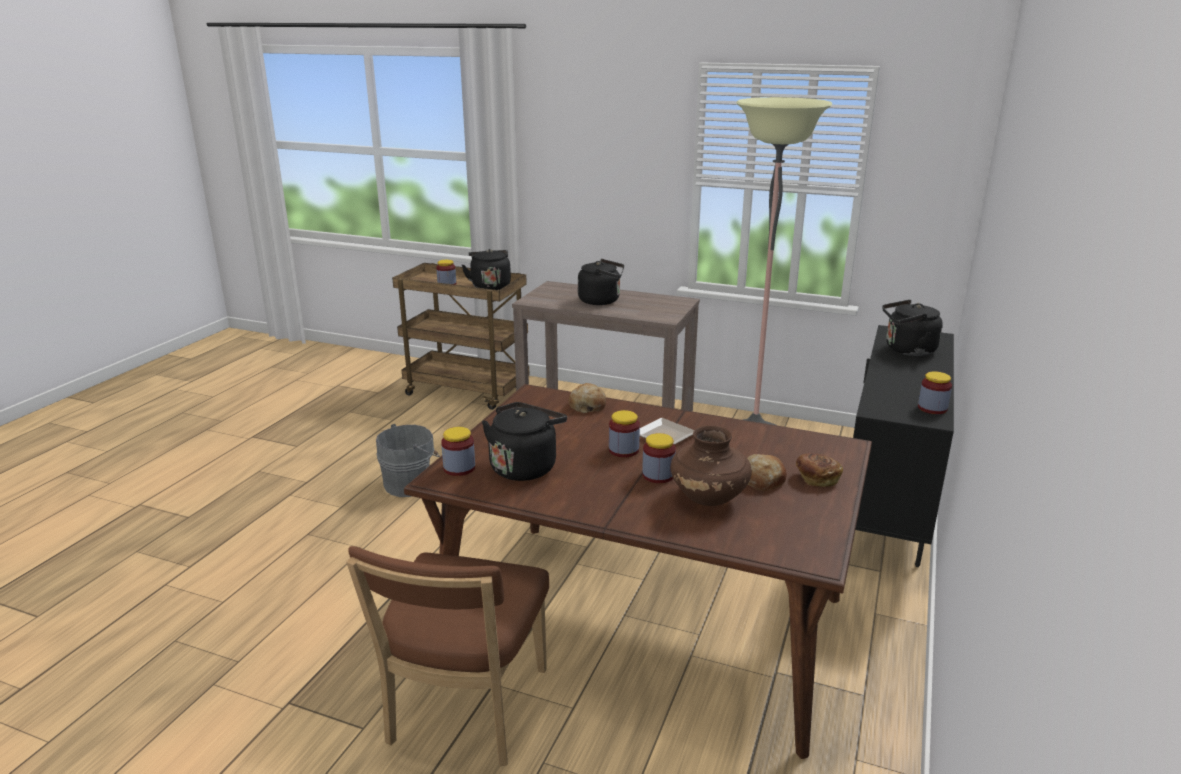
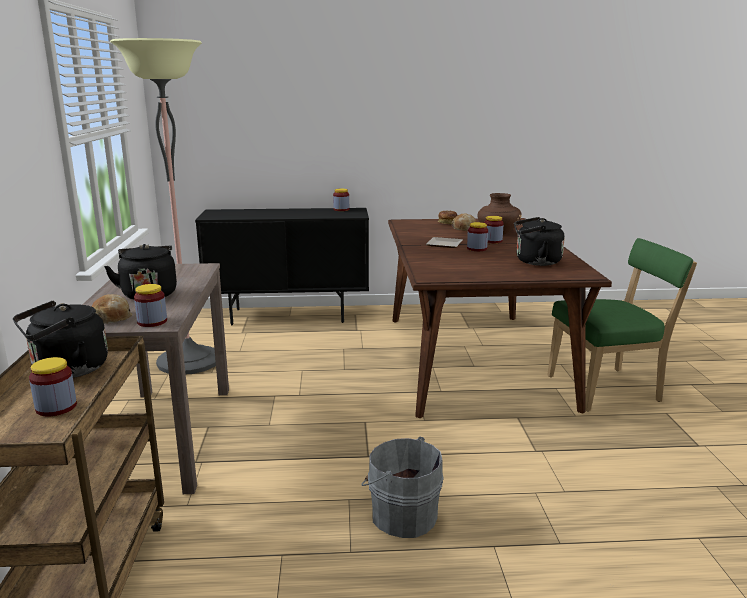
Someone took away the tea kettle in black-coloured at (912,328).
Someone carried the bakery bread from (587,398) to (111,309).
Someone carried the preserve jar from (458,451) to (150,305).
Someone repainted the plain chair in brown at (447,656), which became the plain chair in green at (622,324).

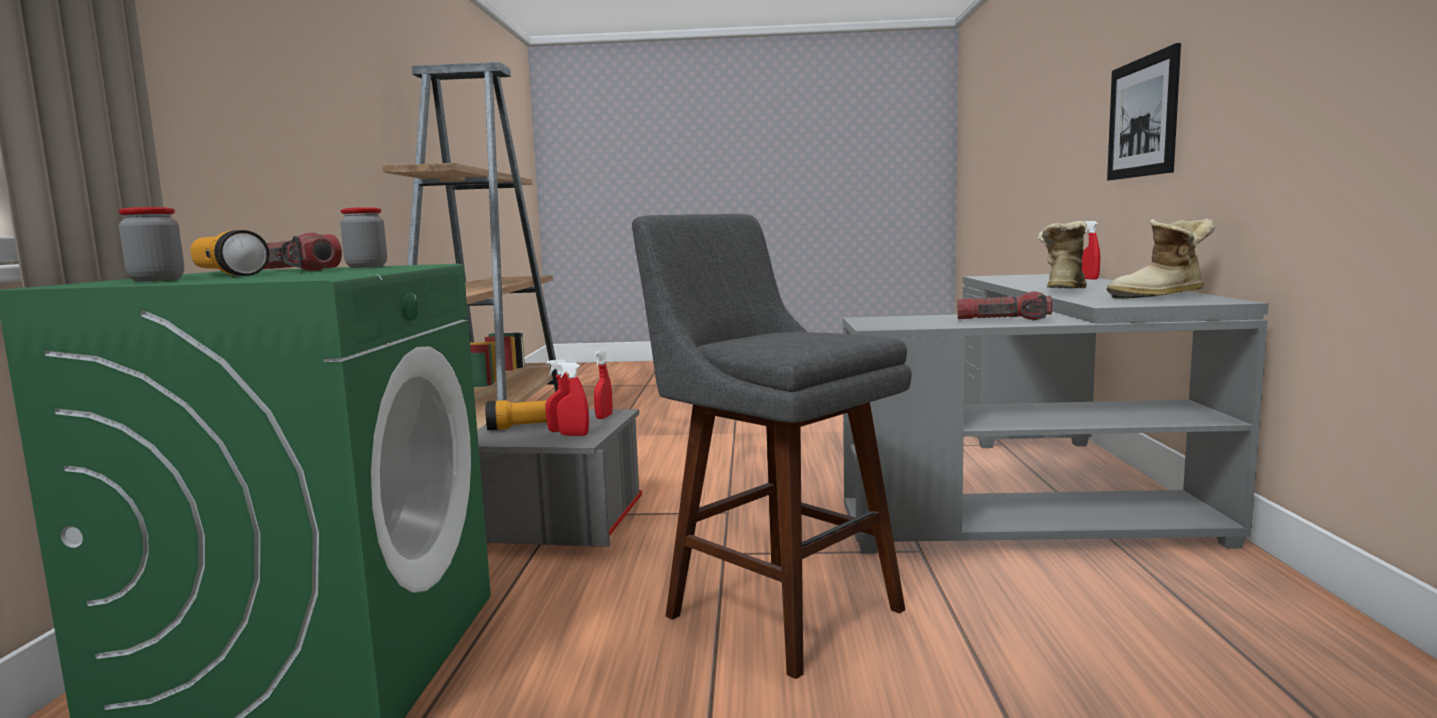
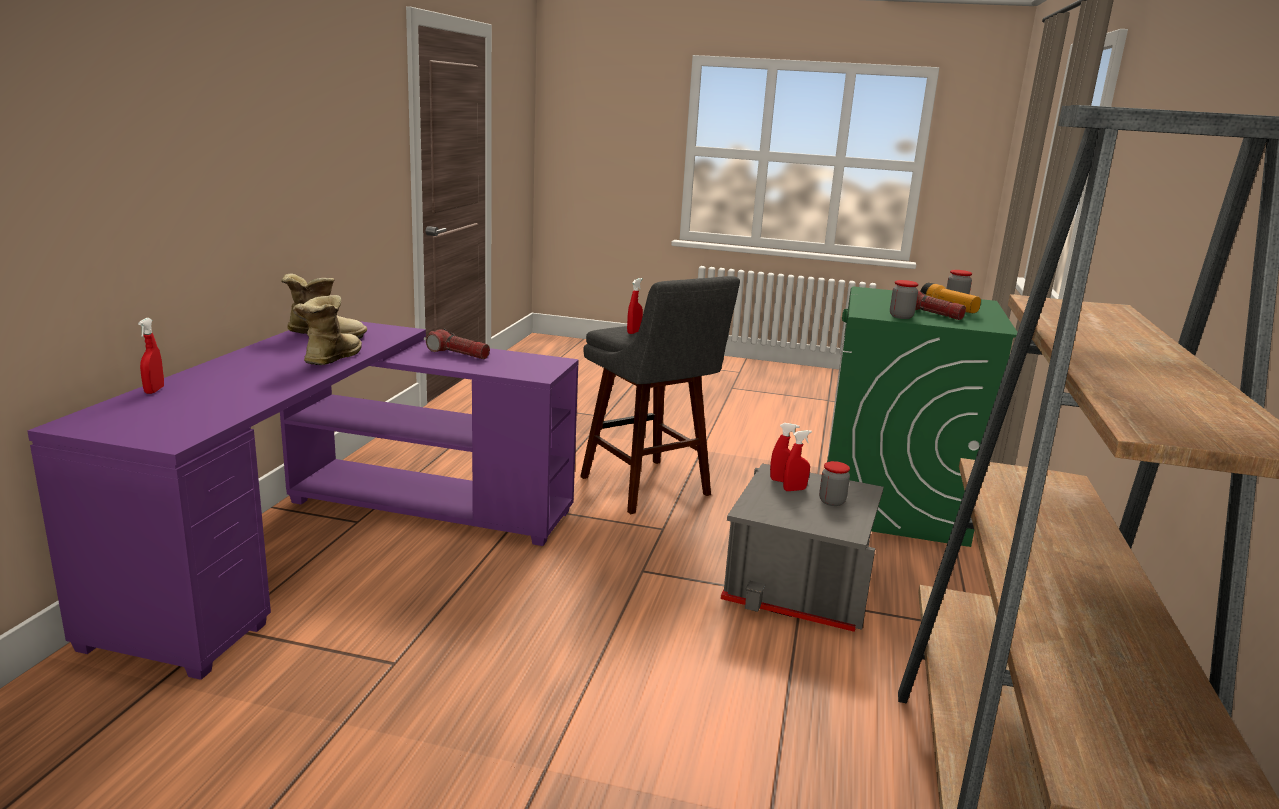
Someone took away the wall picture at (1144,111).
Someone rotated the tall boot at (1062,255) by 150 degrees clockwise.
Someone repainted the desk in grey at (1056,414), which became the desk in purple at (303,500).
Someone carried the spray bottle in red from (603,384) to (635,306).
Someone swapped the hand torch at (516,415) for the preserve jar at (834,483).

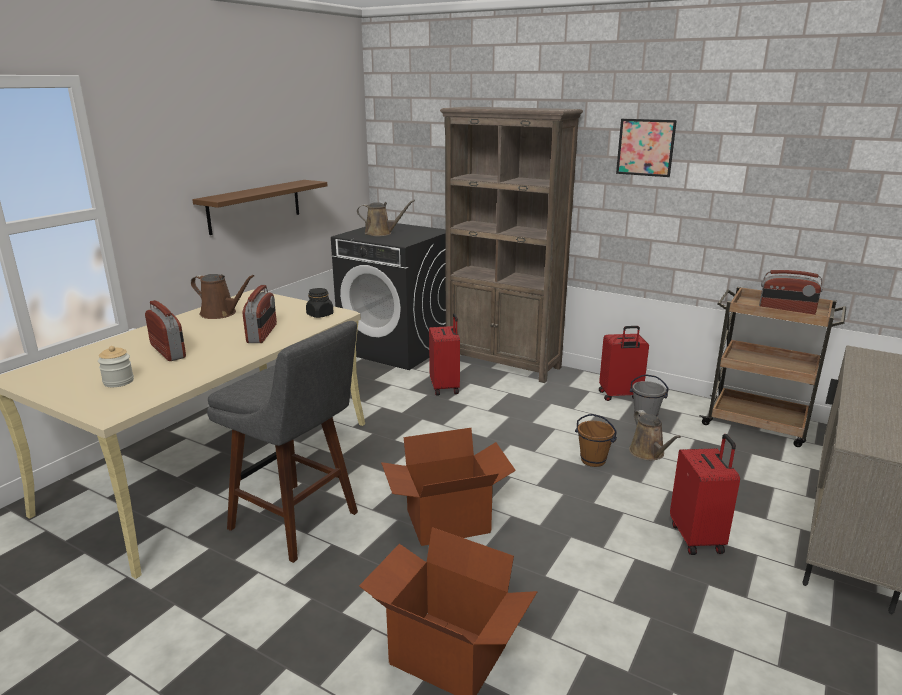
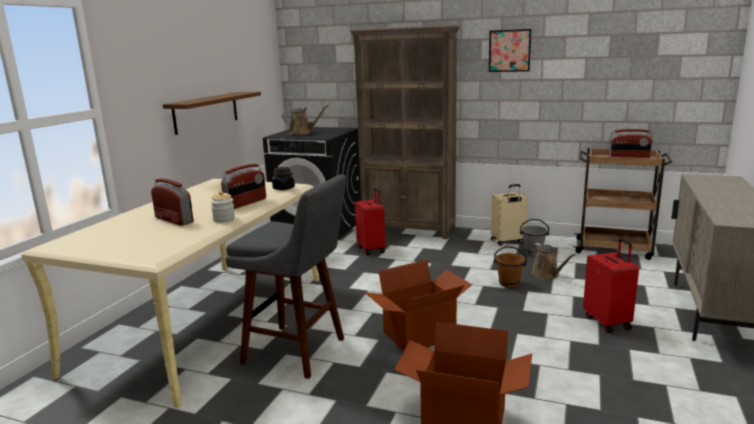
Someone took away the watering pot in brown at (222,296).
Someone rotated the radio at (260,314) by 45 degrees clockwise.
Someone repainted the piece of luggage in red at (624,363), which became the piece of luggage in beige-coloured at (509,215).
Someone carried the preserve jar from (116,366) to (223,206).

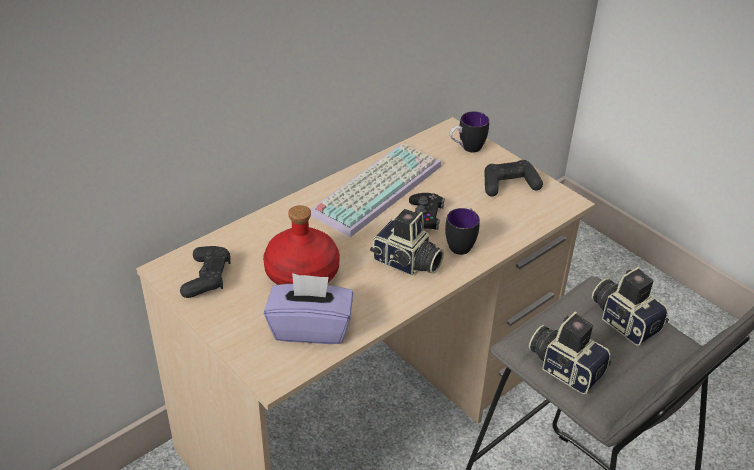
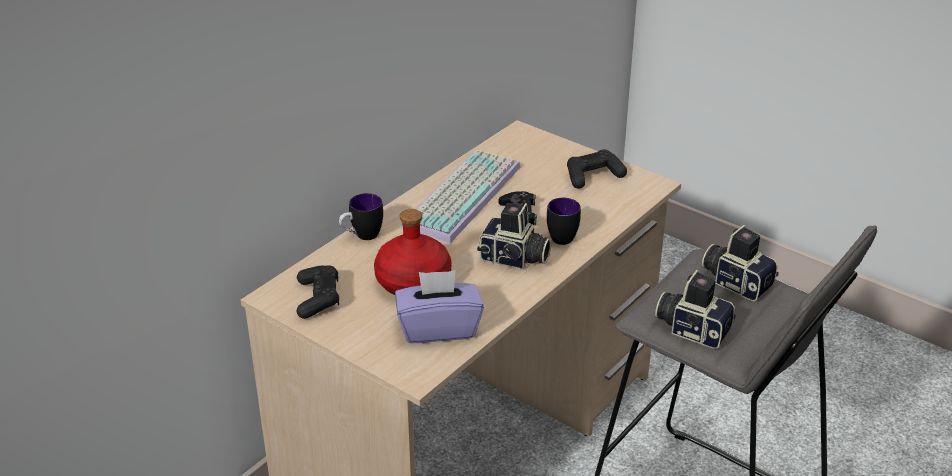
Someone carried the tea mug from (469,132) to (361,216).

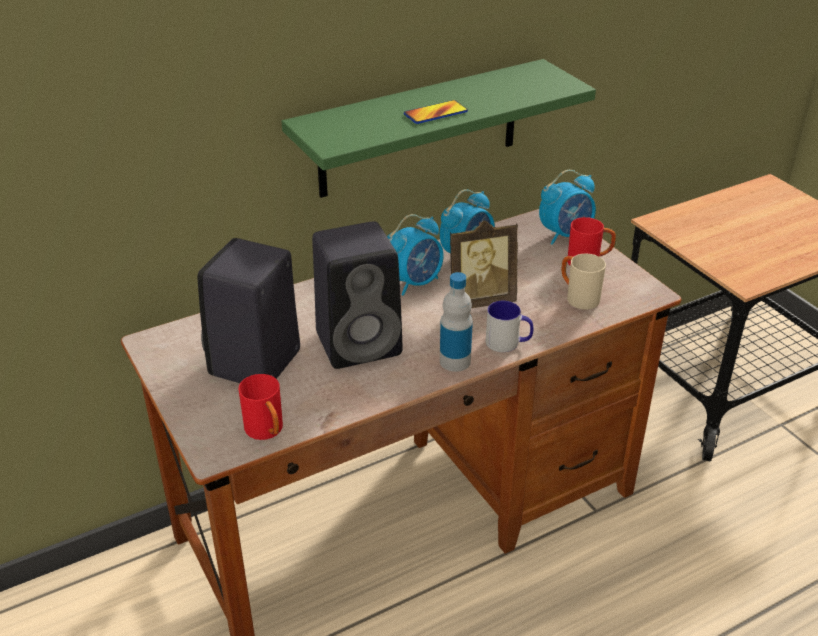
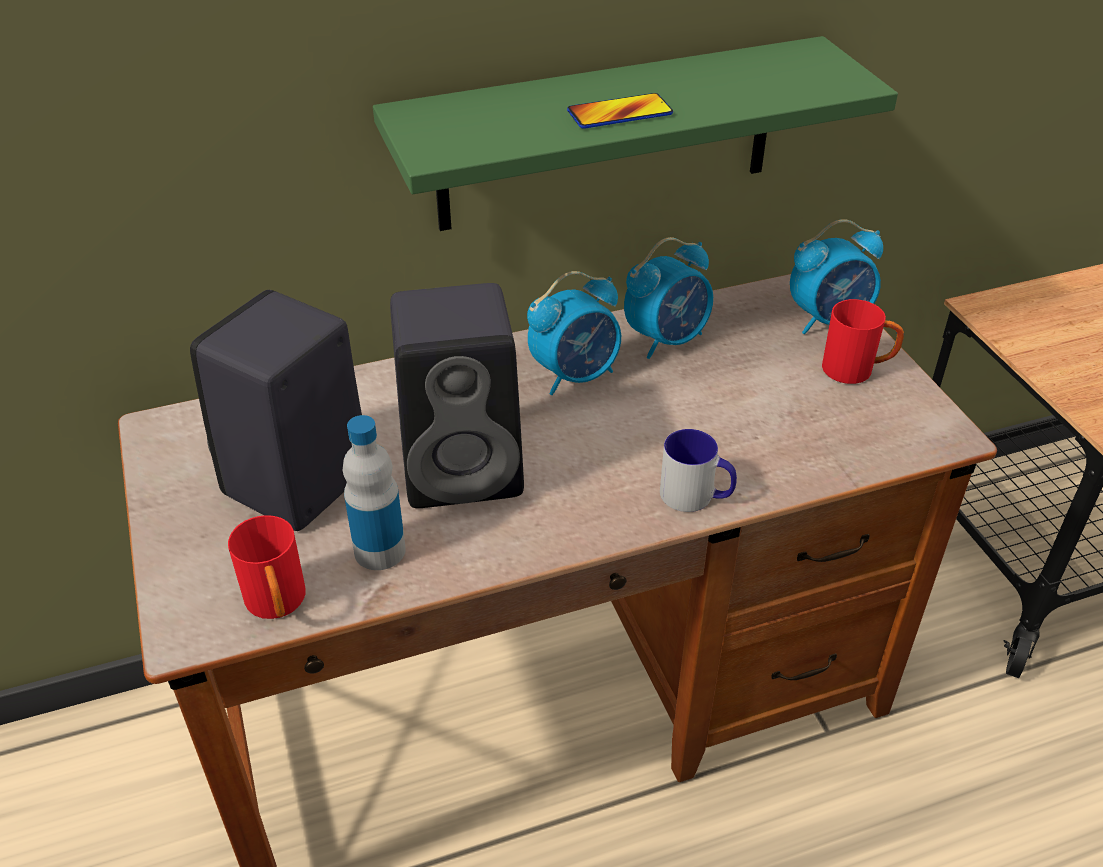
Someone took away the standing frame at (484,264).
Someone took away the tea mug in beige-coloured at (583,282).
Someone carried the beverage bottle from (456,322) to (374,492).

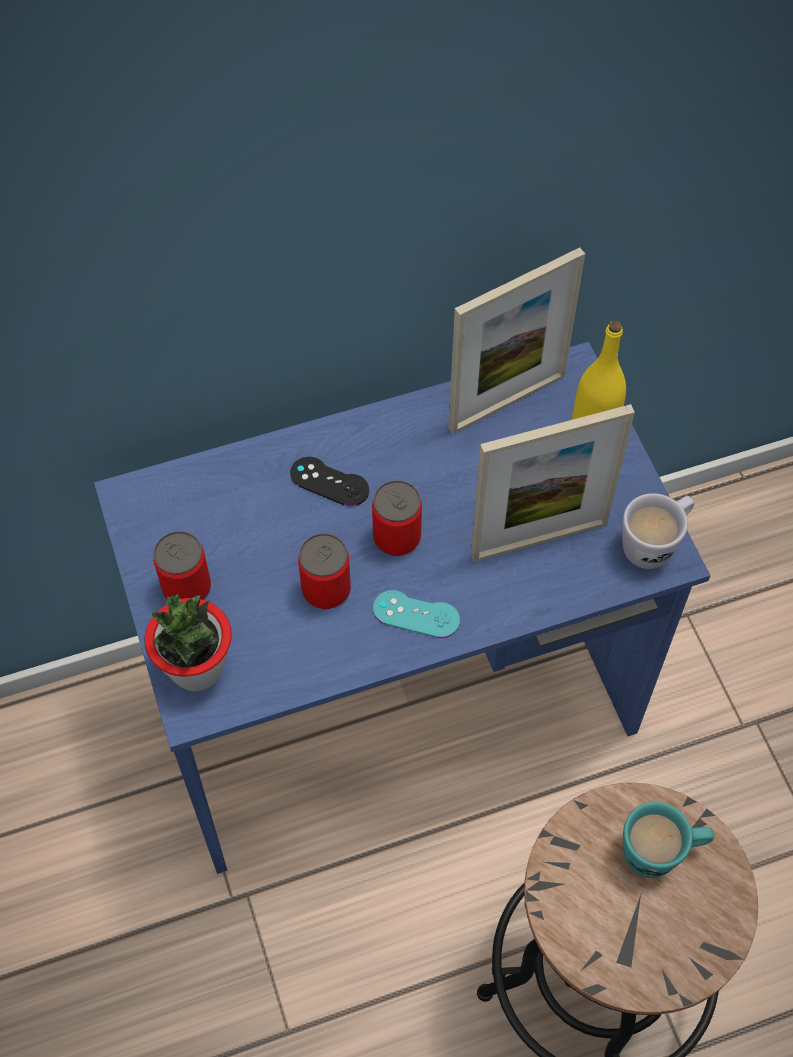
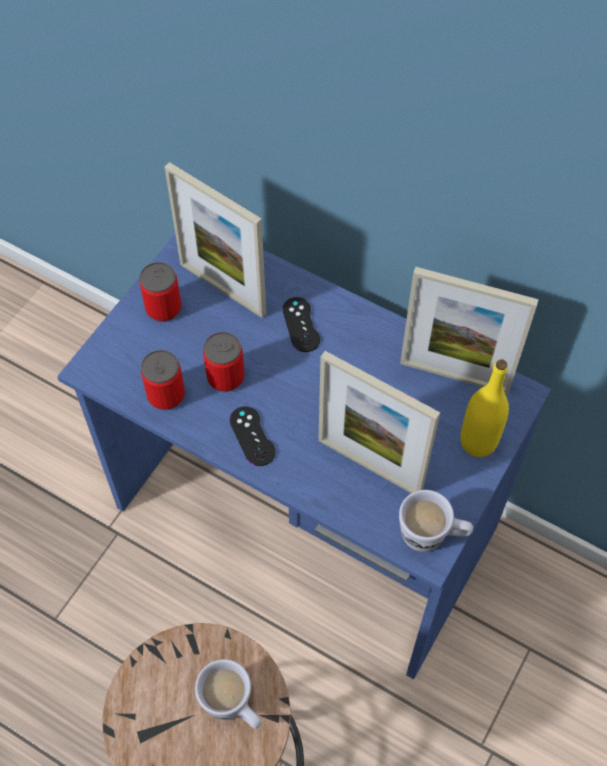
Someone carried the metal can from (397,518) to (163,380).
Someone repainted the joypad in turquoise-coloured at (416,614), which became the joypad in black-coloured at (253,436).
Someone took away the potted plant at (188,642).
Someone repainted the tea mug in turquoise-coloured at (668,840), which became the tea mug in white-coloured at (228,694).
Someone put down the standing frame at (216,240).

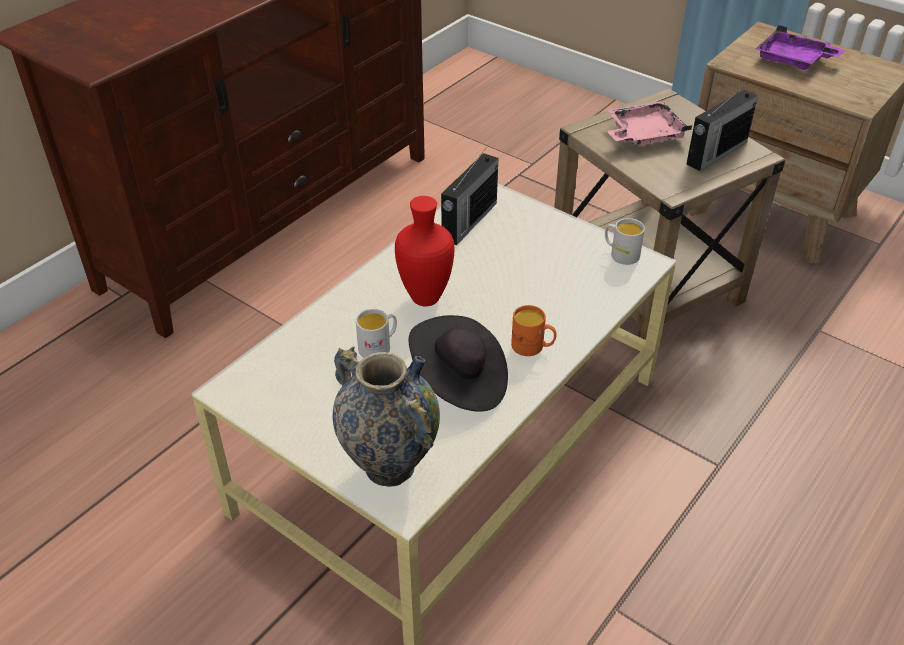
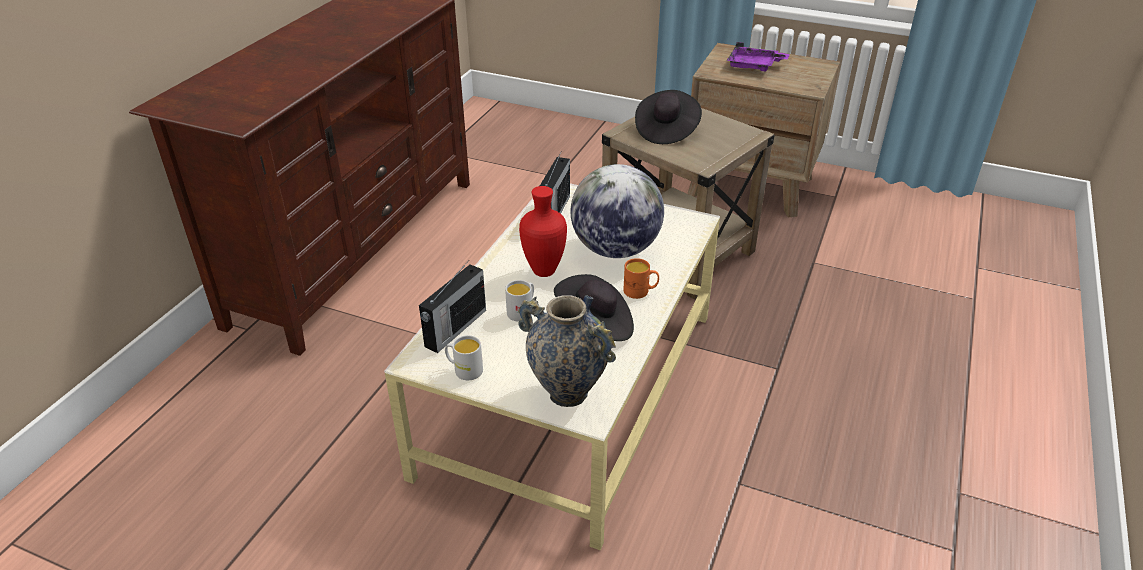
Someone carried the radio from (722,126) to (452,306).
Someone swapped the serving tray in pinkish at (649,123) for the clothing hat in black-coloured at (668,117).
Someone carried the tea mug in white-coloured from (625,241) to (464,357).
Someone put down the desk globe at (617,211).

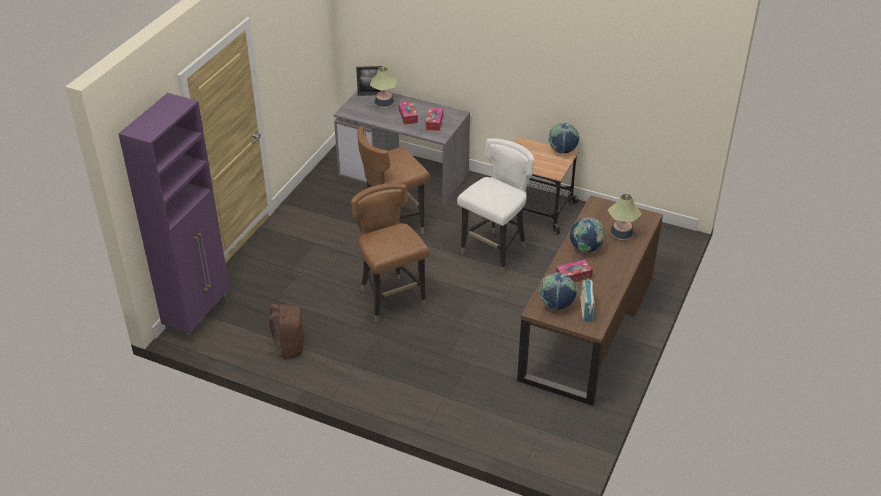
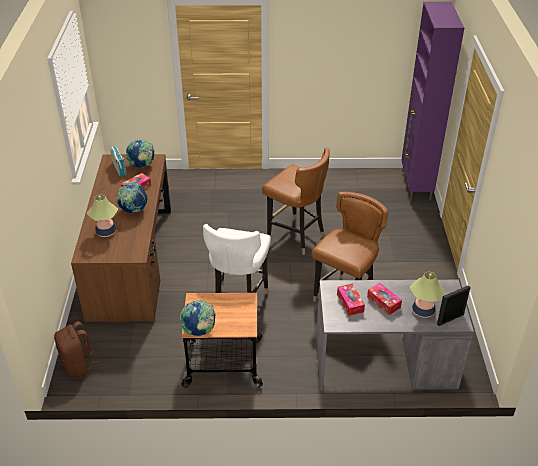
Someone carried the backpack in brown from (285,331) to (77,349).

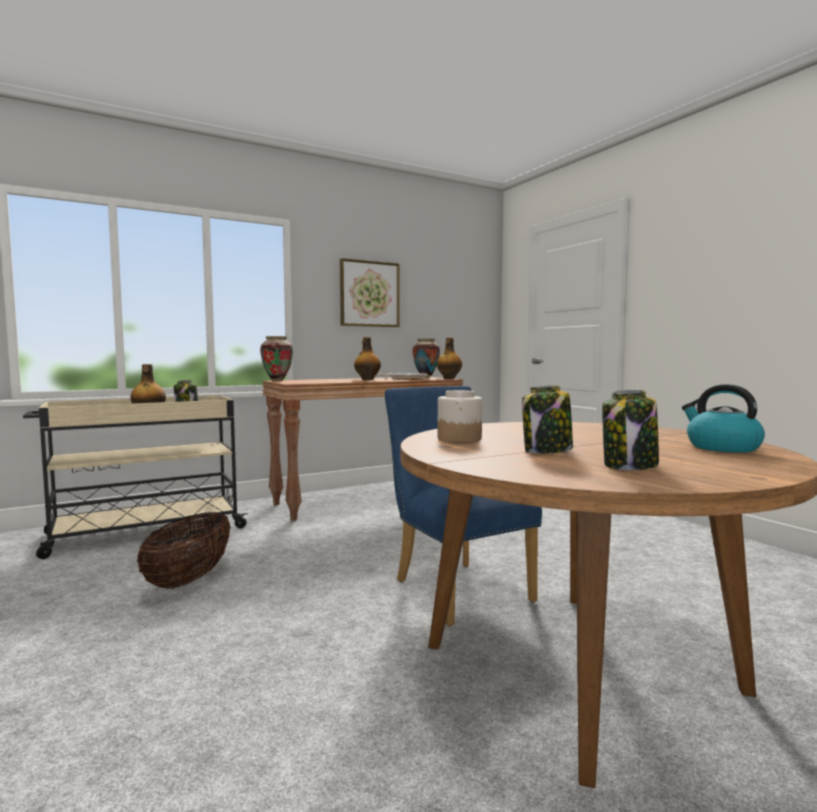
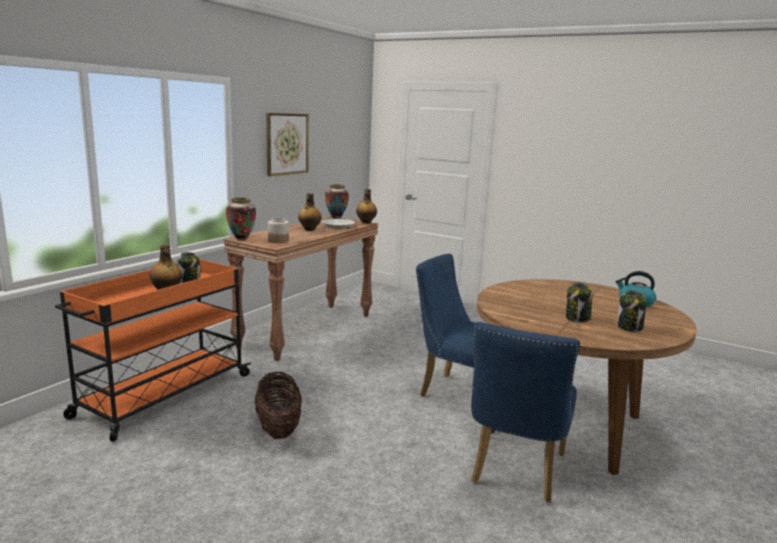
Someone carried the preserve jar from (460,416) to (278,230).
Someone repainted the wheeled cart in beige-coloured at (135,477), which became the wheeled cart in orangey at (153,350).
Someone put down the plain chair in blue-coloured at (525,412).

